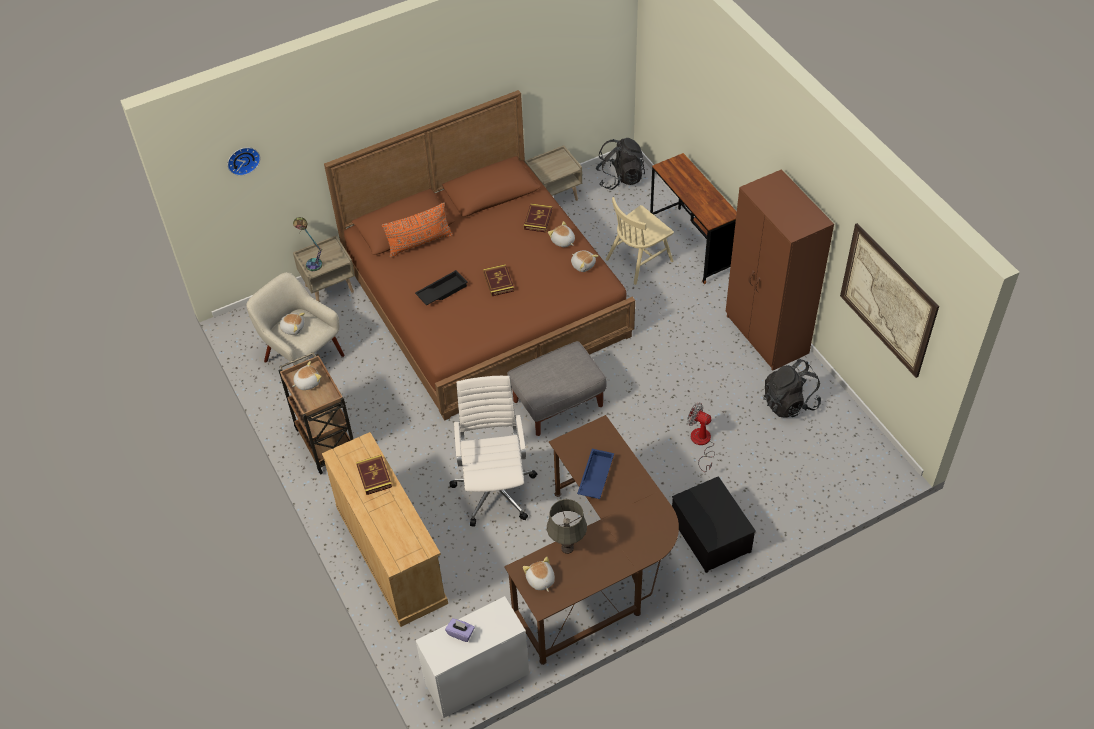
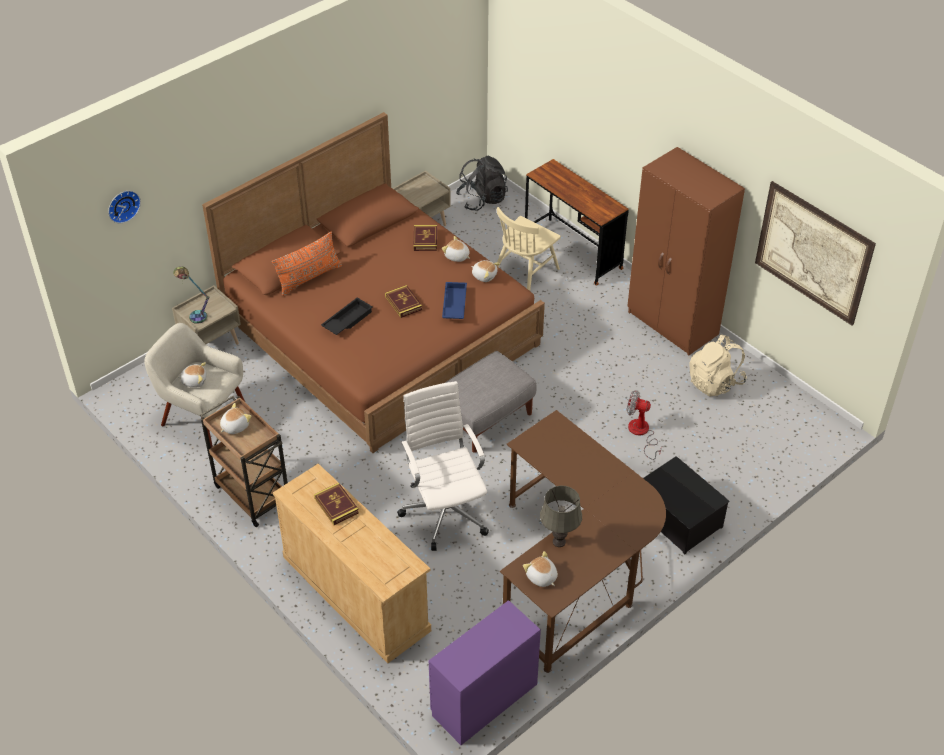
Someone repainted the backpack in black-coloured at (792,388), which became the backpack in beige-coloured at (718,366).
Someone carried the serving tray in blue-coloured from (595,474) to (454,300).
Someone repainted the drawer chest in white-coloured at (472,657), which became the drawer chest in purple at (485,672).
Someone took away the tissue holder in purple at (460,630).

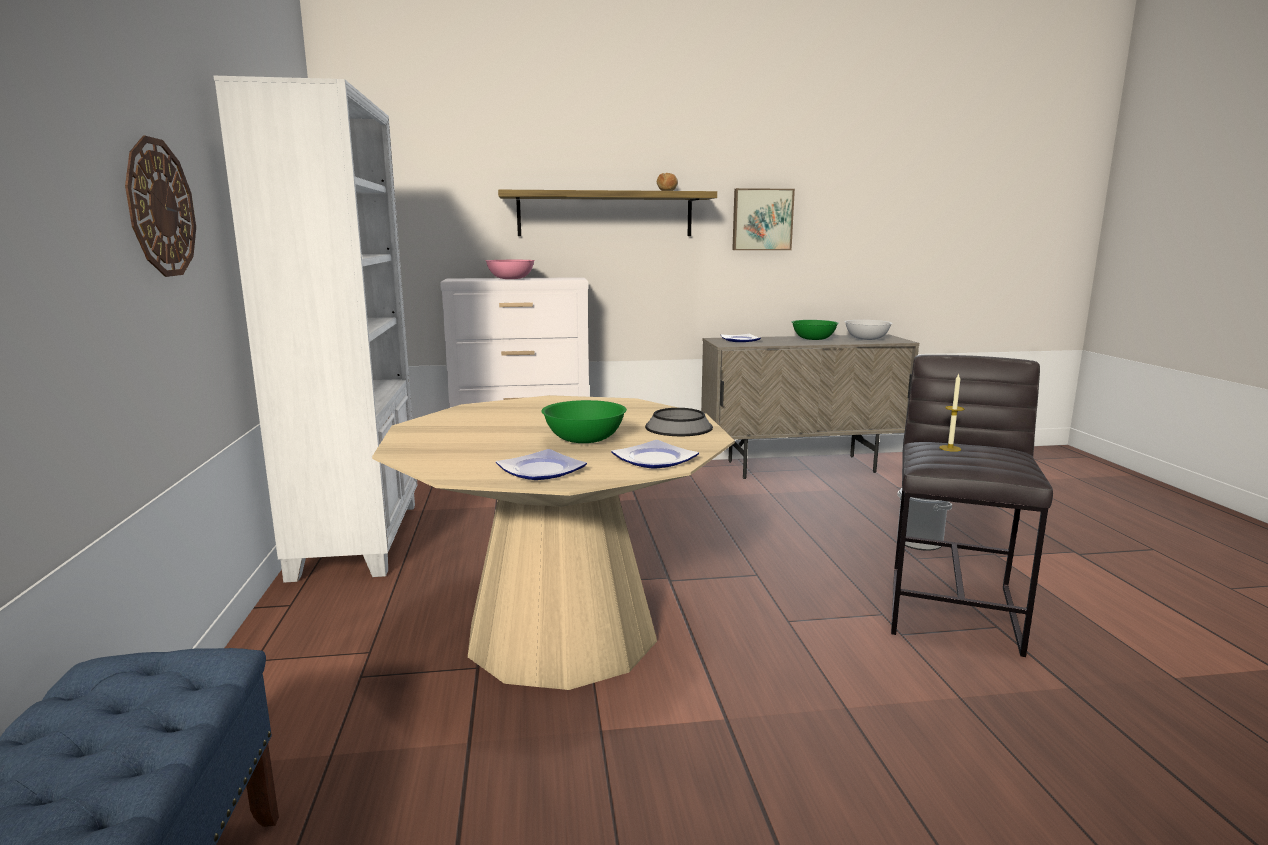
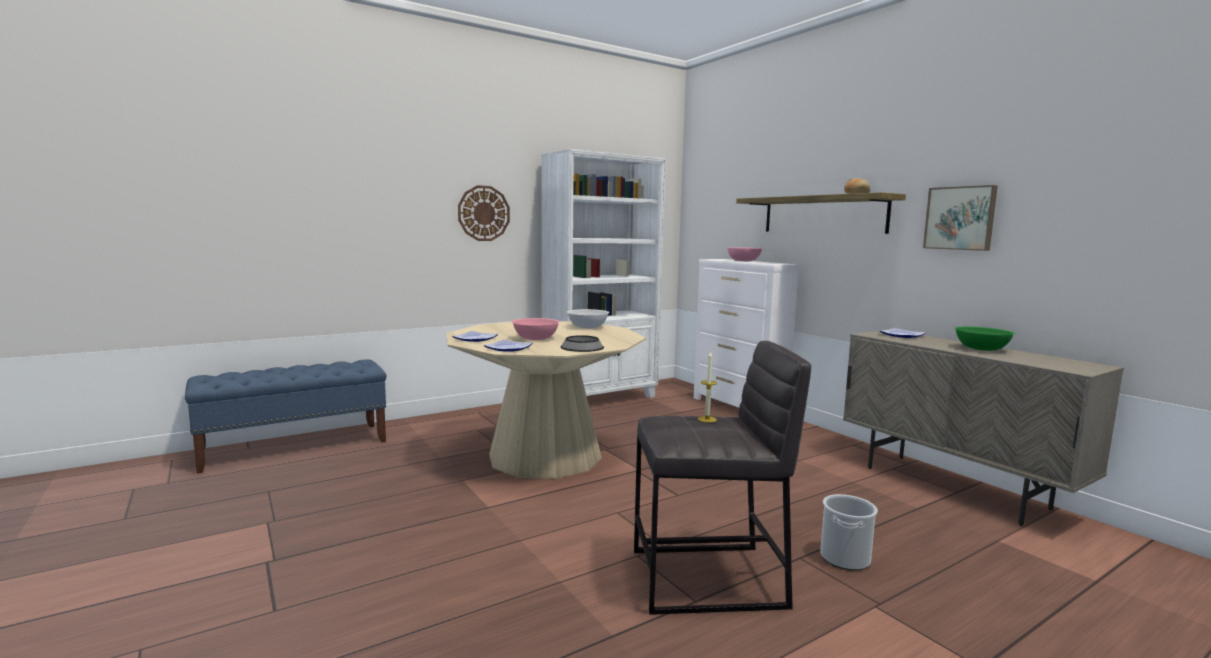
Someone carried the serving bowl in white-coloured from (868,330) to (588,319).
Someone repainted the serving bowl in green at (584,421), which became the serving bowl in pinkish at (536,329).

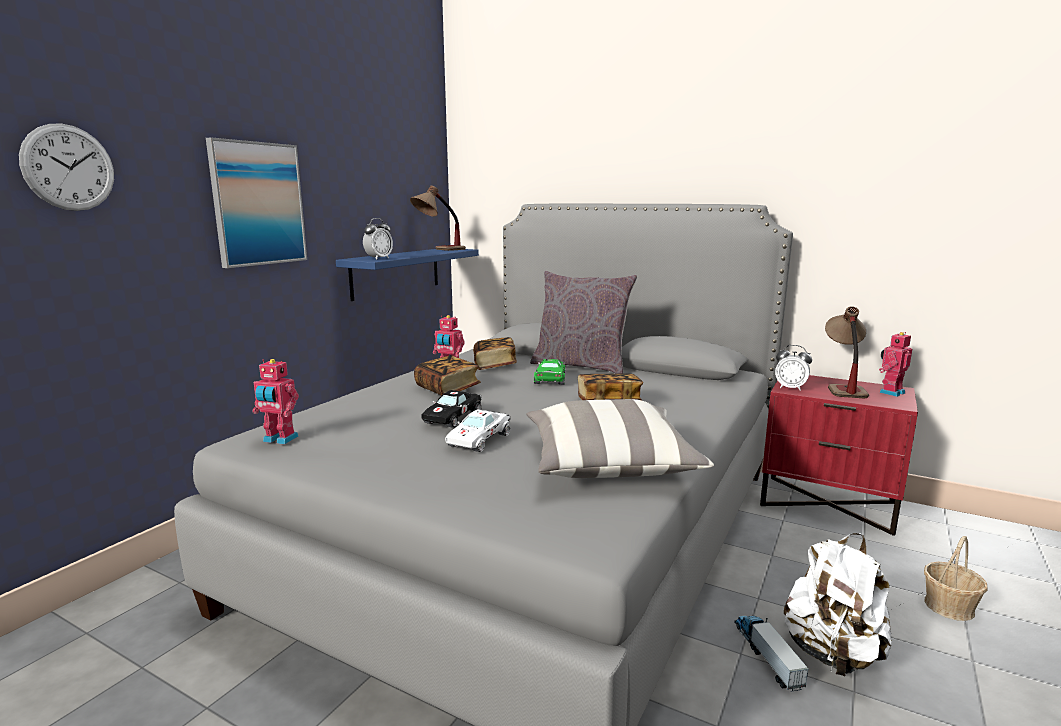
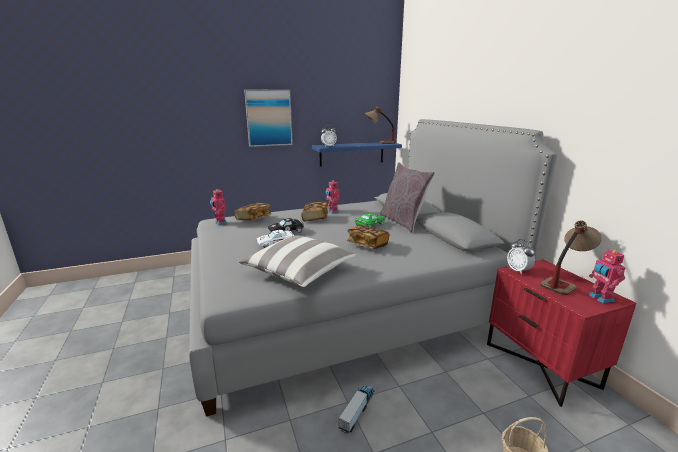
Someone took away the hanging clock at (66,167).
Someone rotated the model robot at (895,364) by 105 degrees counterclockwise.
Someone carried the volume from (495,353) to (252,211).
Someone took away the backpack in white-coloured at (838,604).

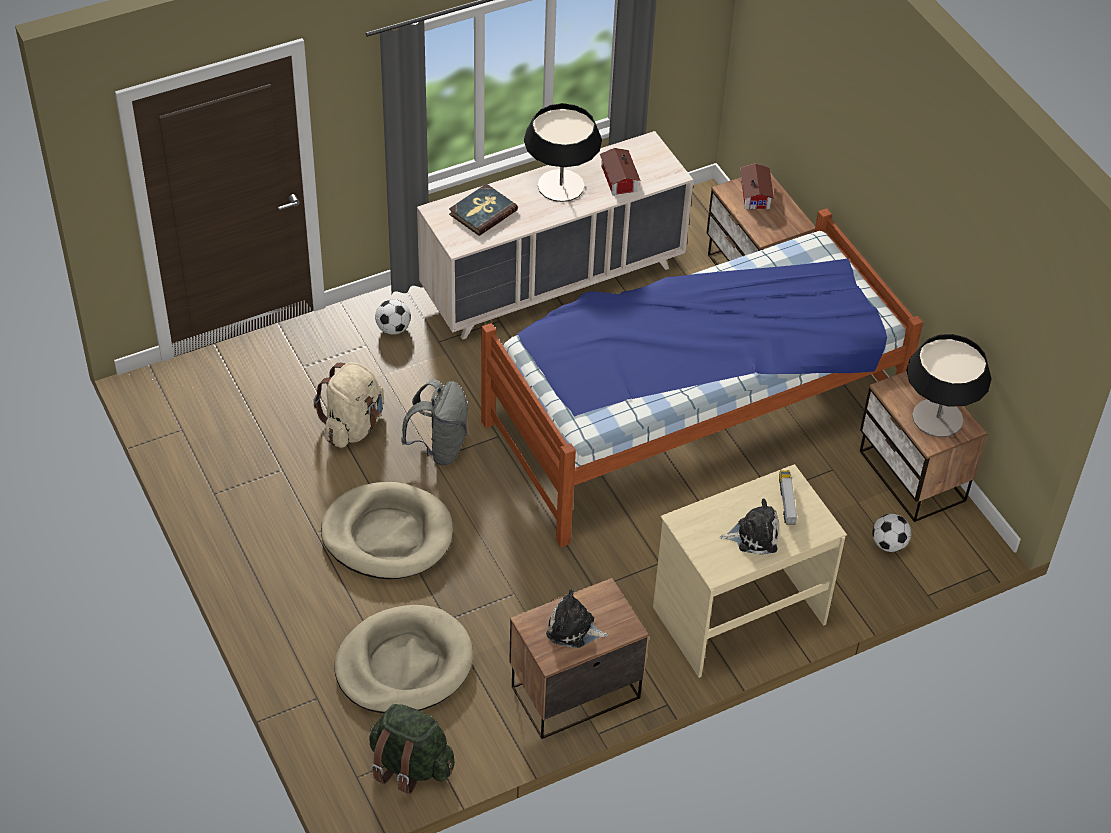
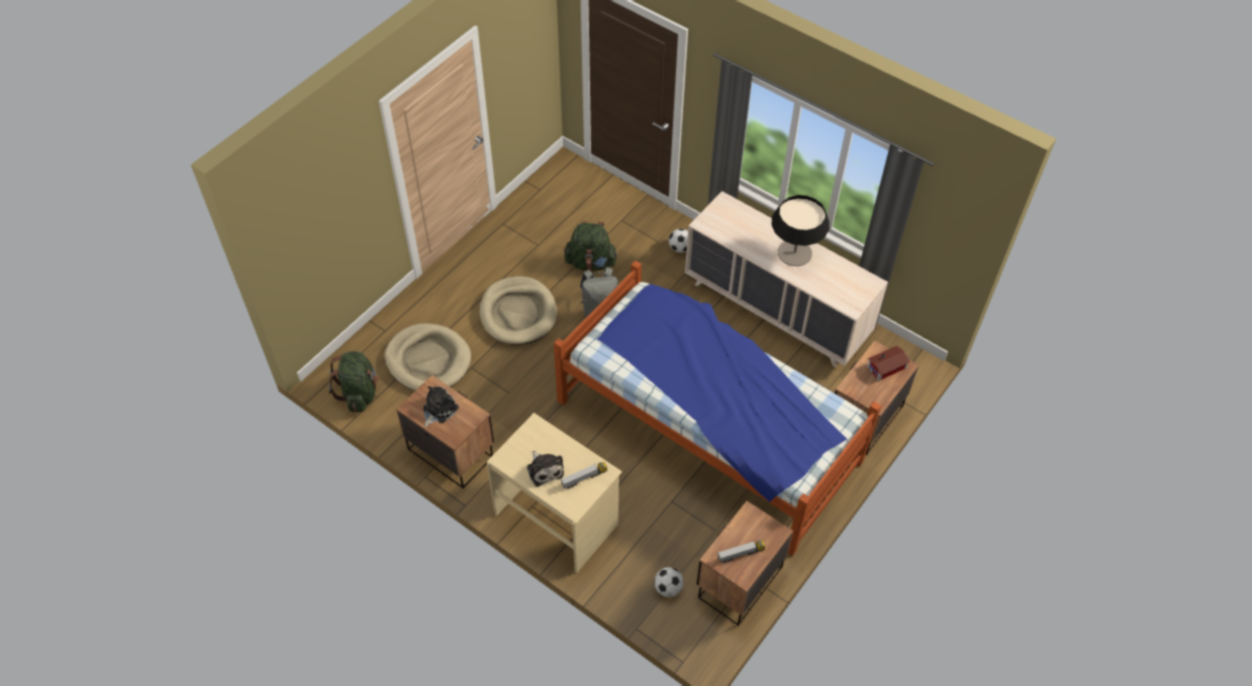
Someone took away the toy house at (620,171).
Someone took away the volume at (483,210).
Someone swapped the tabletop lamp at (949,385) for the toy lorry at (742,551).
Someone repainted the backpack in beige-coloured at (348,405), which became the backpack in green at (591,246).
Someone rotated the soft toy at (577,618) by 45 degrees clockwise.

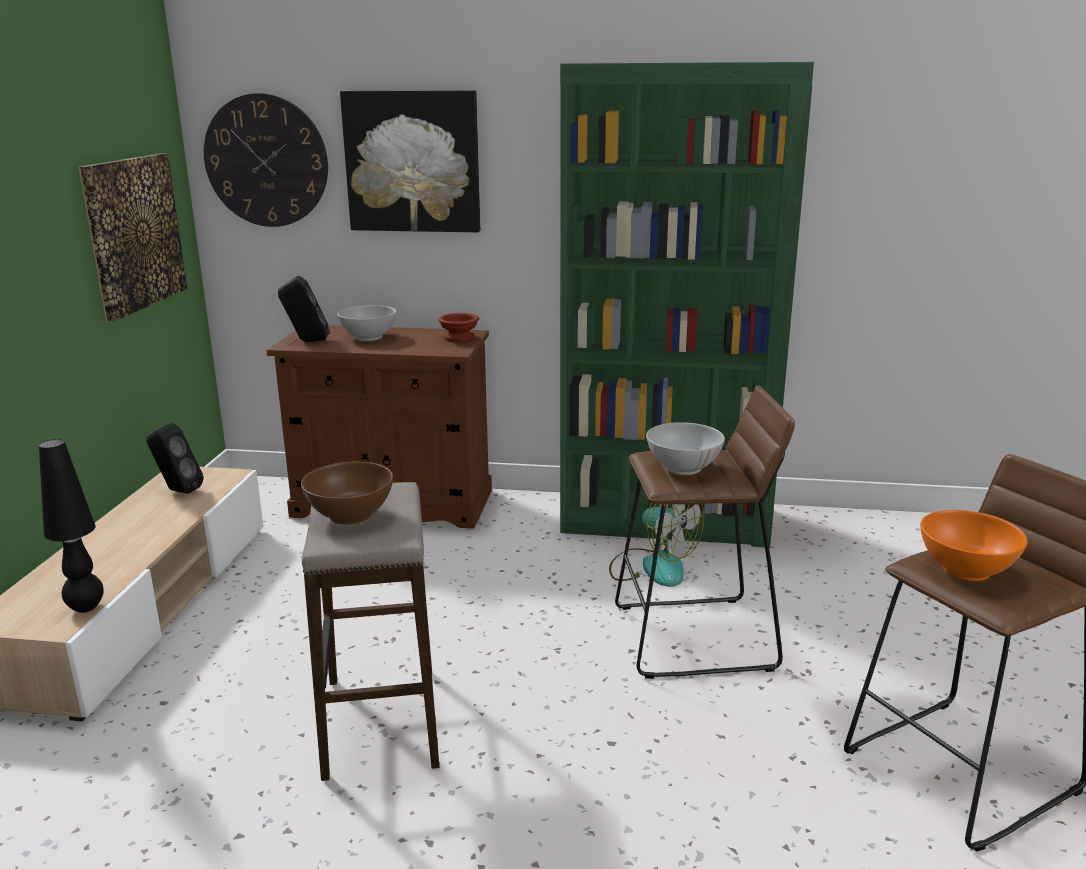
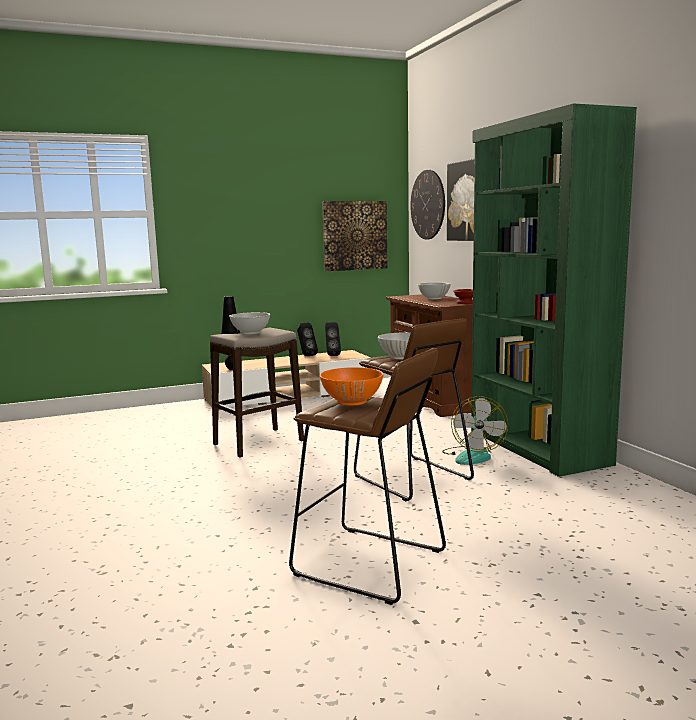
Someone carried the loudspeaker in black-coloured from (304,308) to (307,339).
Someone repainted the serving bowl in brown at (347,493), which became the serving bowl in white-coloured at (249,323).

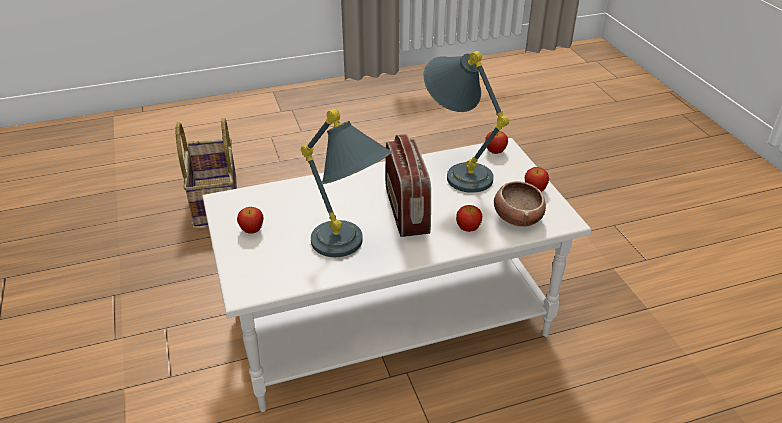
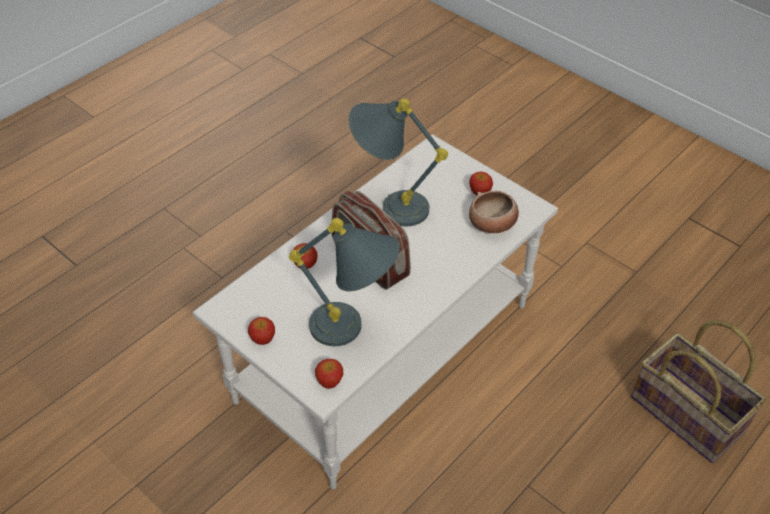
Someone carried the serving bowl from (520,204) to (494,212).

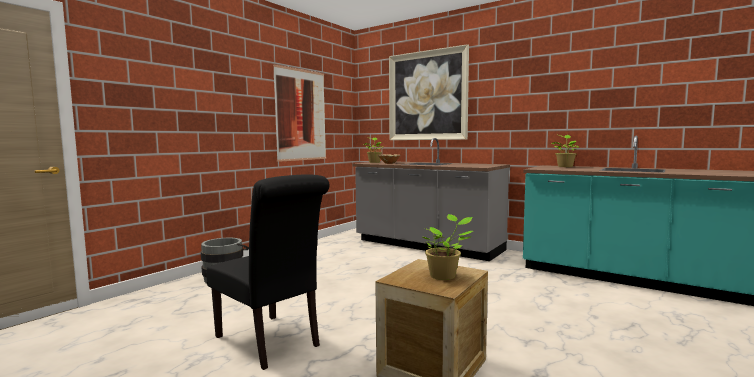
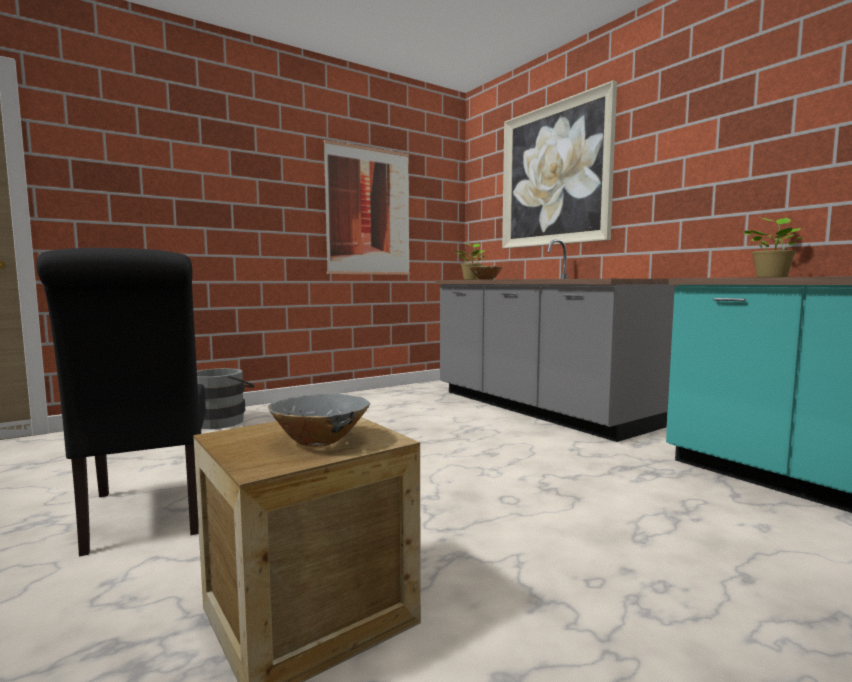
Someone swapped the potted plant at (448,247) for the serving bowl in grey at (319,420).

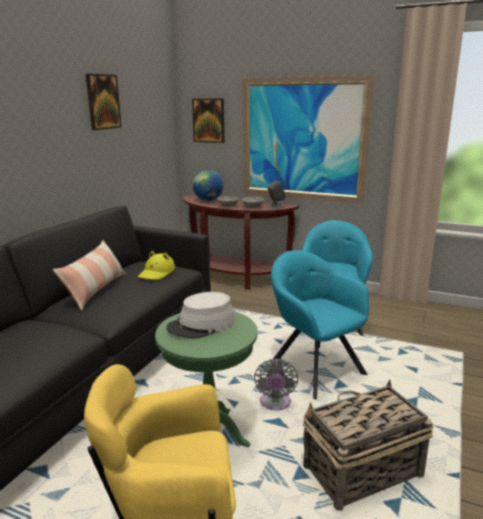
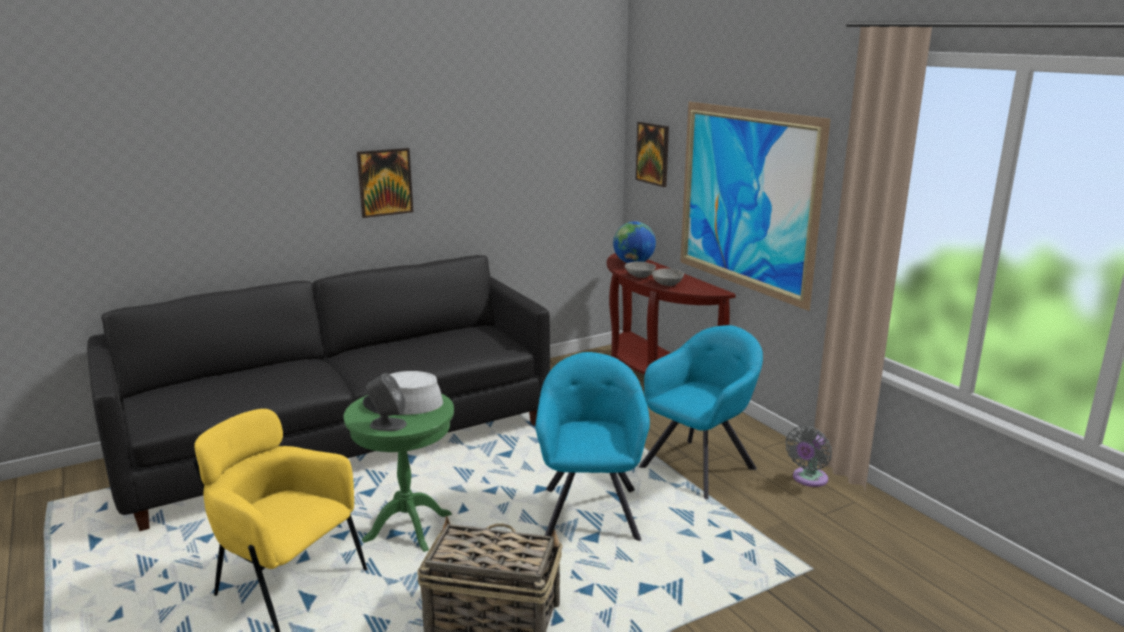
Someone carried the wall picture from (104,102) to (385,183).
Someone carried the loudspeaker in grey from (276,194) to (386,402).
Someone took away the throw pillow at (89,275).
Someone took away the clothing hat in yellowish at (156,265).
Someone carried the electric fan in grey from (276,384) to (809,456).

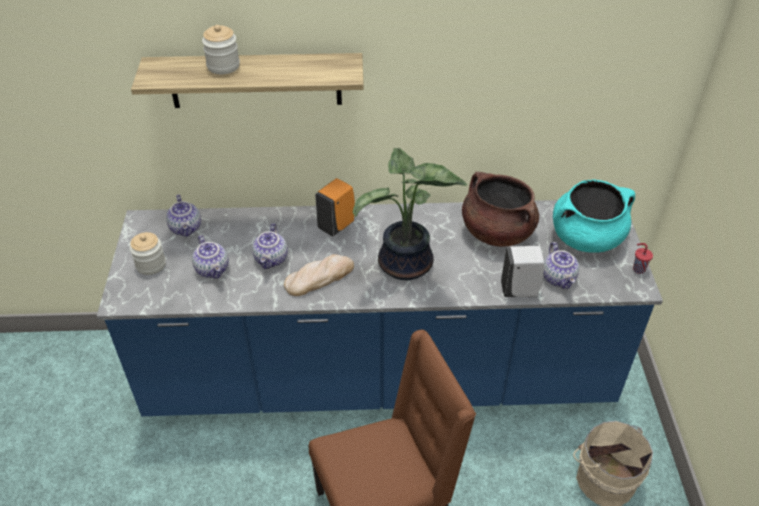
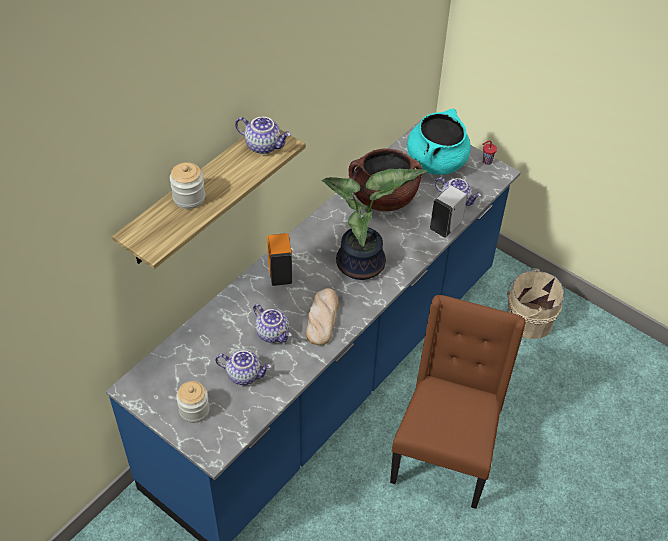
Someone carried the teapot from (183,215) to (263,135).

